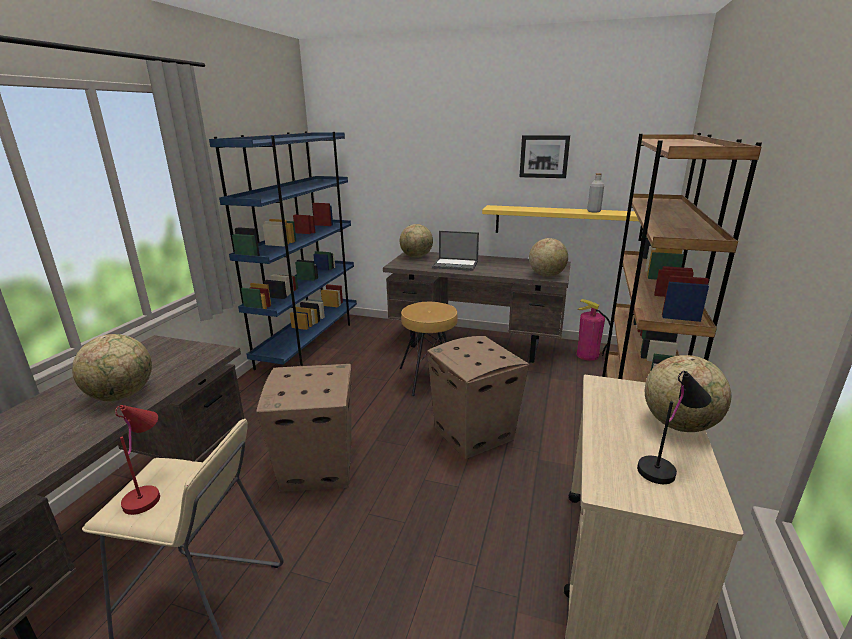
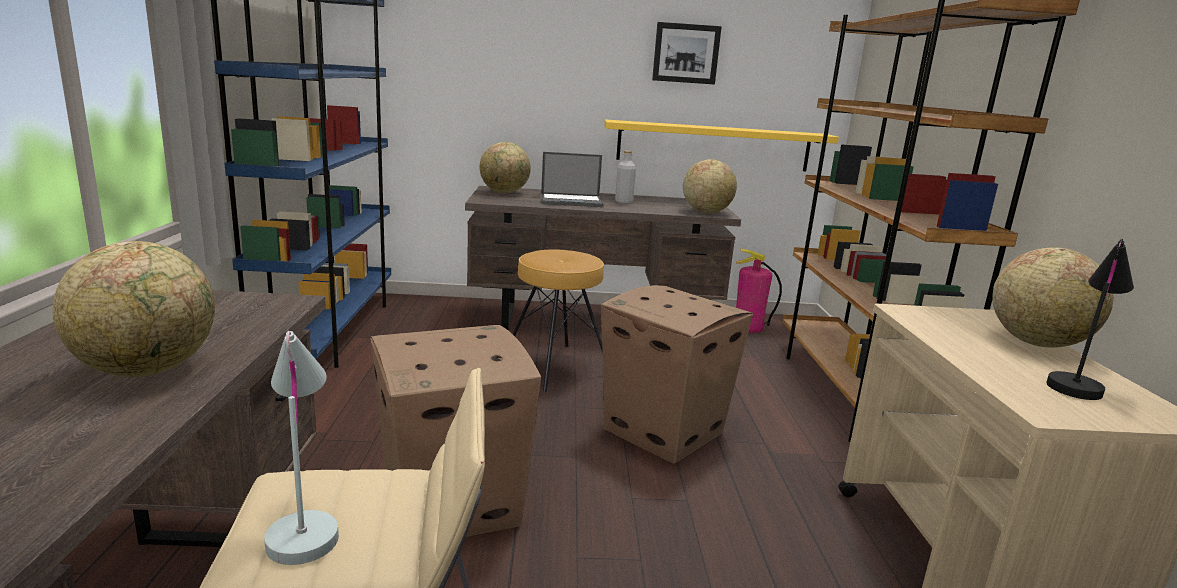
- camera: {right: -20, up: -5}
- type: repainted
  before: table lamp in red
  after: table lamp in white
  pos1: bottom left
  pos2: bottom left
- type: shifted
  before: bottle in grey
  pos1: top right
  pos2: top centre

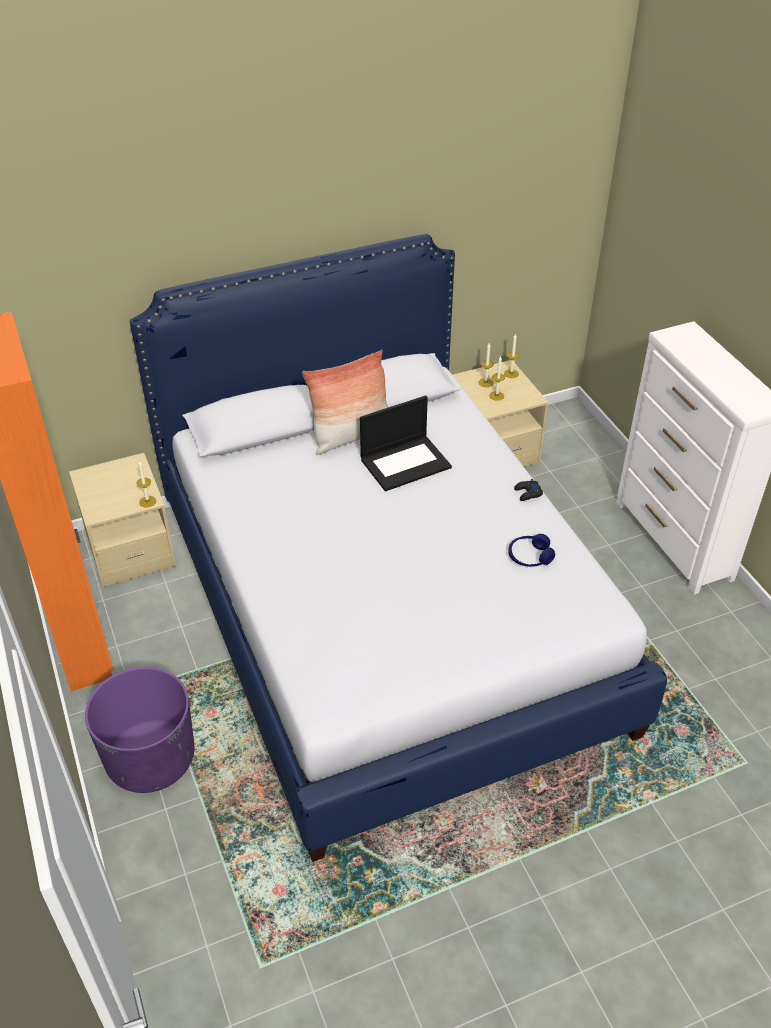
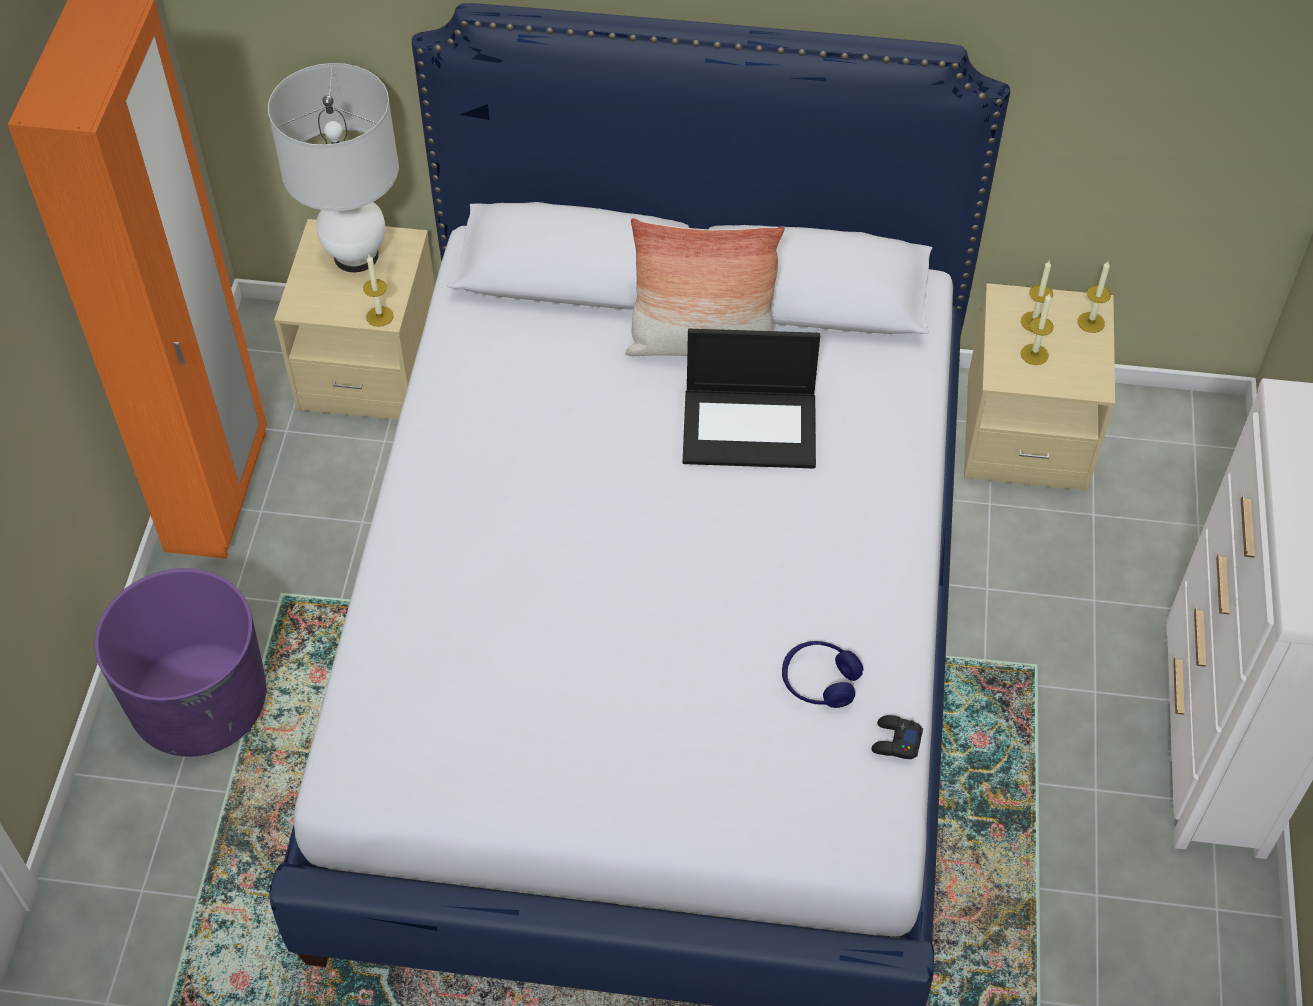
- camera: {right: 30, up: 10}
- type: new
  after: table lamp in white
  pos2: top left
- type: shifted
  before: game controller in black
  pos1: middle right
  pos2: bottom right

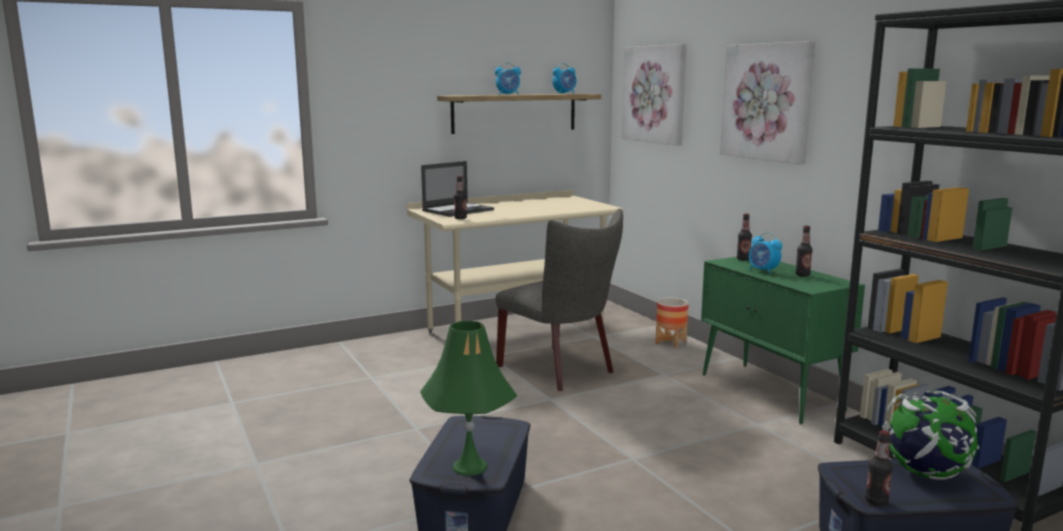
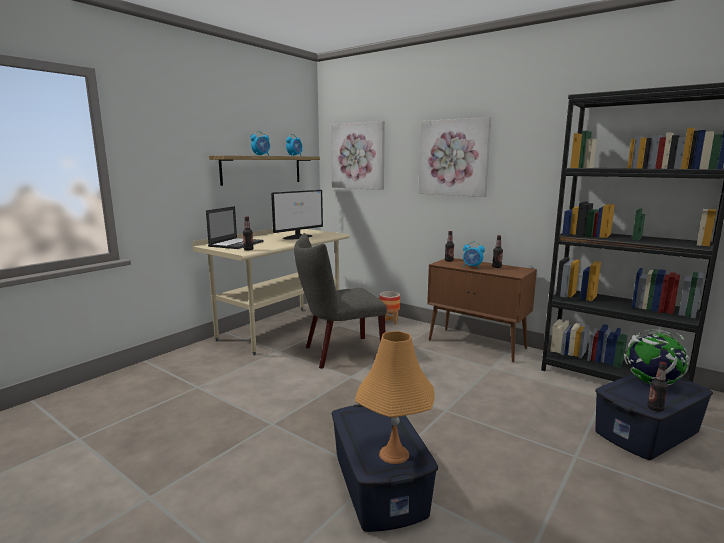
- camera: {right: -25, up: 0}
- type: new
  after: monitor
  pos2: centre
- type: rotated
  before: chair in grey
  pos1: centre
  pos2: centre
  turn: 135
- type: repainted
  before: table lamp in green
  after: table lamp in orange
  pos1: bottom centre
  pos2: bottom centre
- type: repainted
  before: cabinet in green
  after: cabinet in brown
  pos1: middle right
  pos2: centre

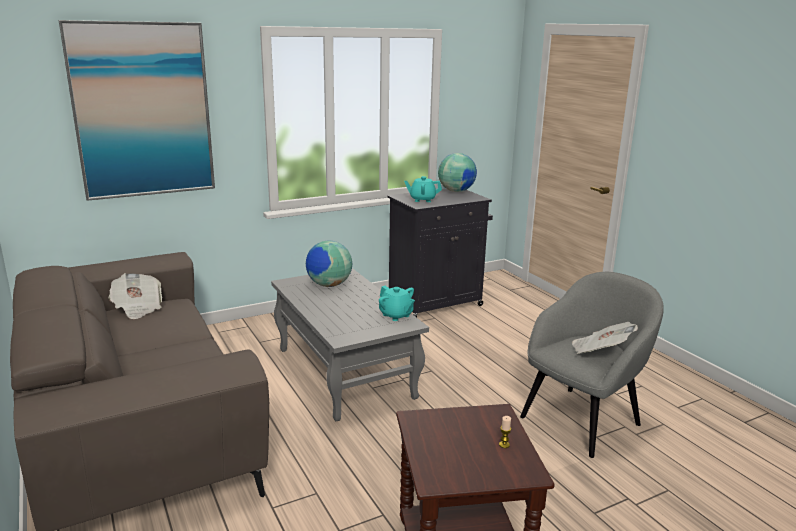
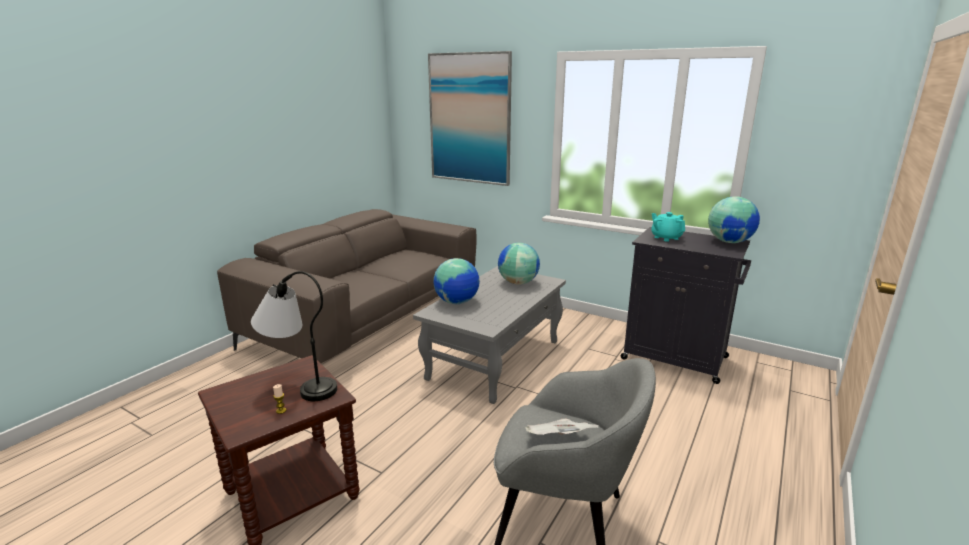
- camera: {right: 60, up: 0}
- type: new
  after: table lamp
  pos2: middle left
- type: new
  after: globe (no. 1 from left)
  pos2: centre
- type: gone
  before: newspaper (no. 1 from left)
  pos1: middle left
- type: gone
  before: teapot in turquoise (no. 1 from left)
  pos1: centre

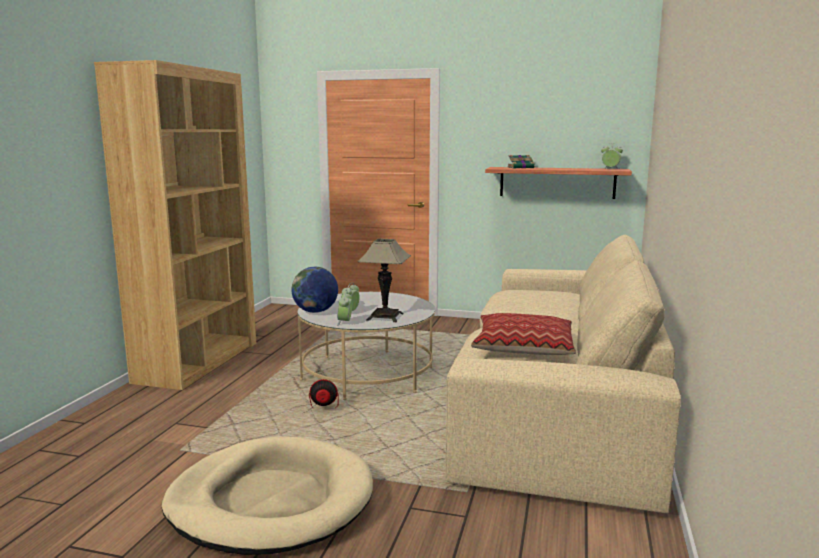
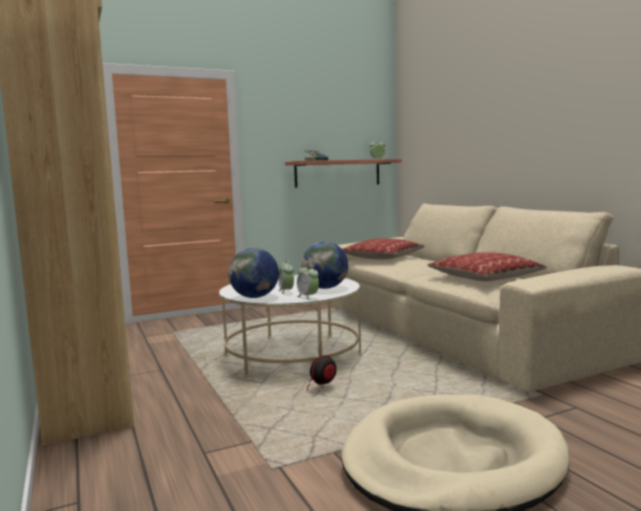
- camera: {right: -40, up: -5}
- type: swapped
  before: table lamp
  after: globe (no. 2 from left)
  pos1: centre
  pos2: centre
- type: new
  after: pillow (no. 1 from left)
  pos2: centre

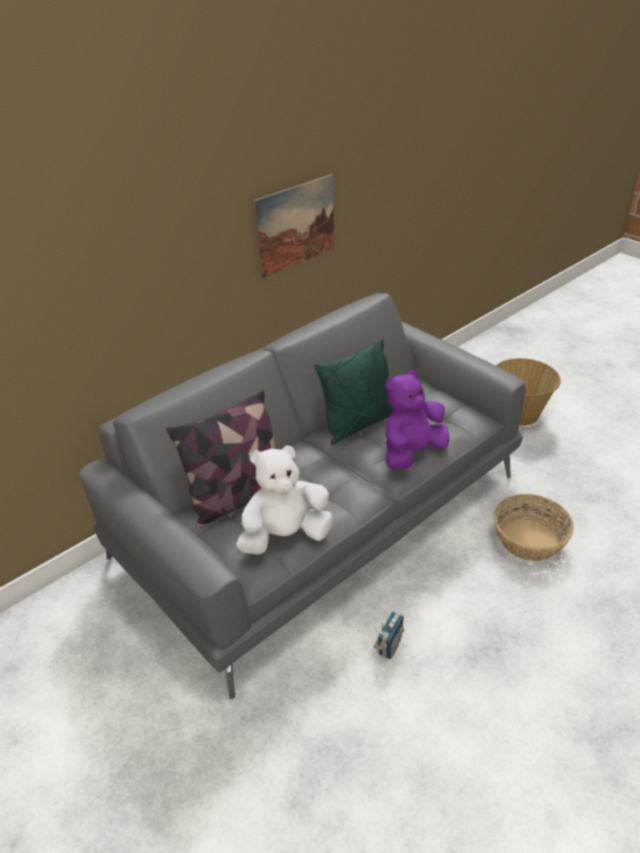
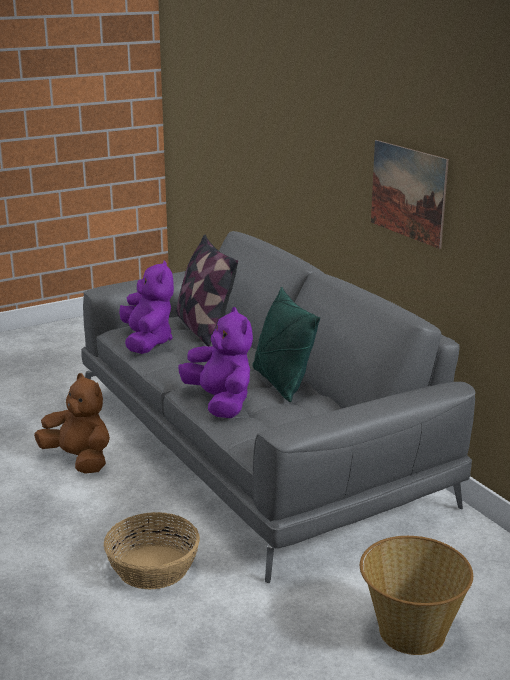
- camera: {right: 100, up: -15}
- type: swapped
  before: radio
  after: plush toy in brown
  pos1: bottom centre
  pos2: middle left
- type: repainted
  before: plush toy in white
  after: plush toy in purple (no. 1 from left)
  pos1: centre
  pos2: middle left

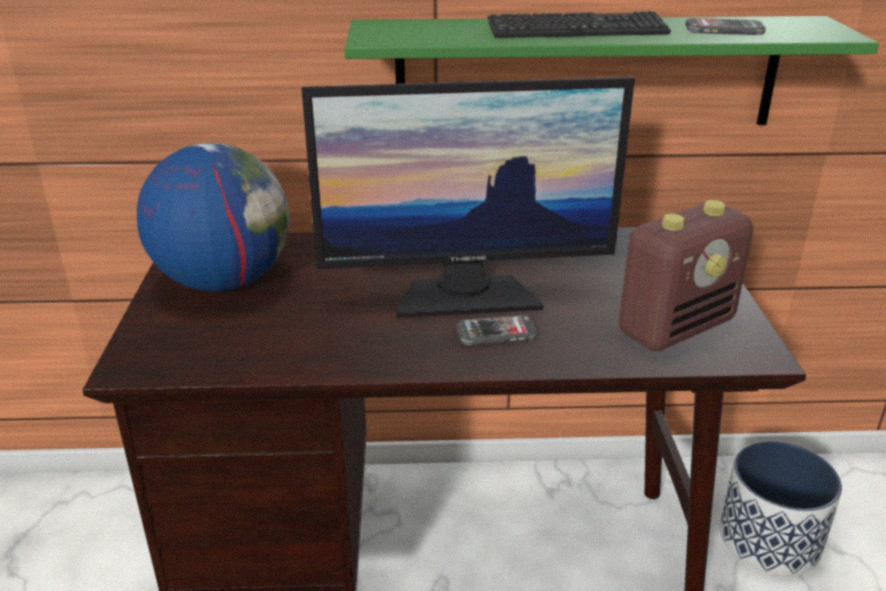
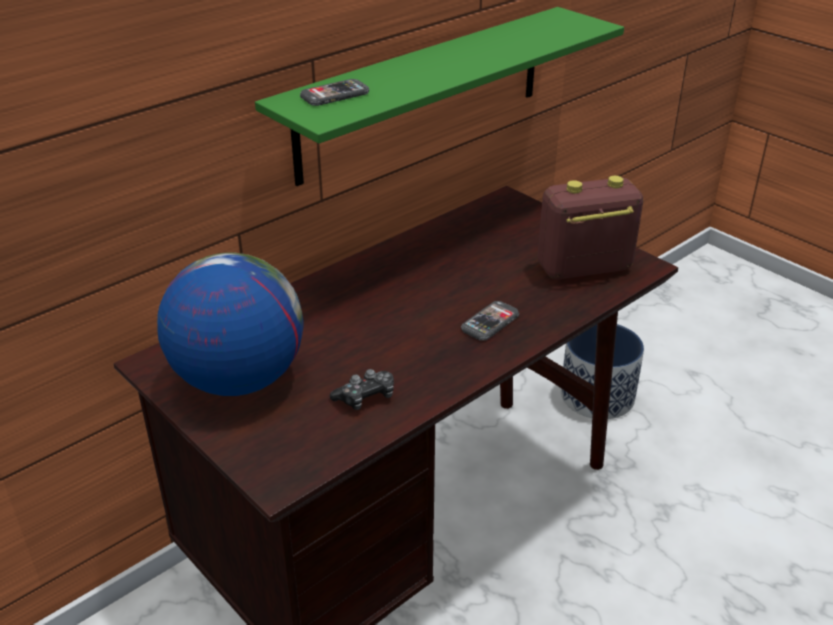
- camera: {right: -40, up: 5}
- type: shifted
  before: phone (no. 2 from left in the first image)
  after: phone (no. 1 from left)
  pos1: top right
  pos2: top centre
- type: new
  after: game controller
  pos2: centre
- type: rotated
  before: radio
  pos1: middle right
  pos2: middle right
  turn: -120
- type: gone
  before: monitor
  pos1: centre
- type: gone
  before: keyboard
  pos1: top centre

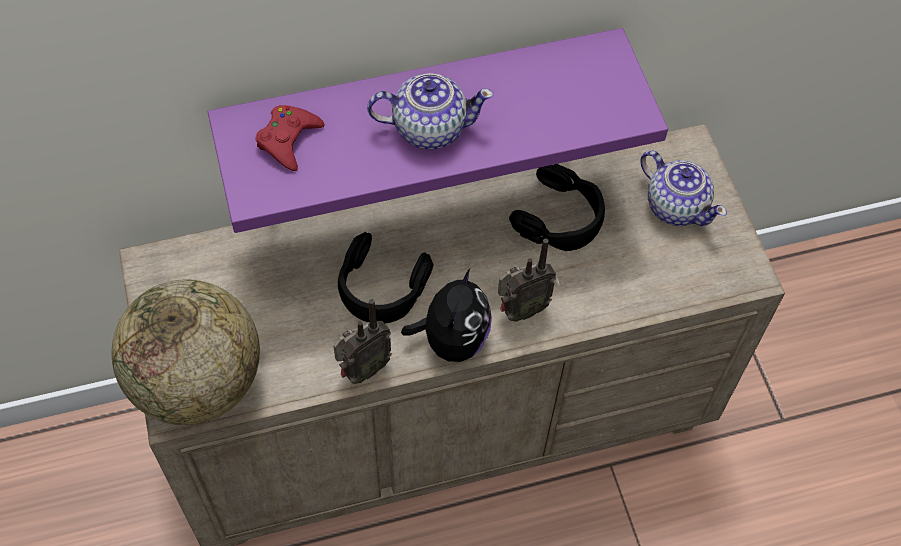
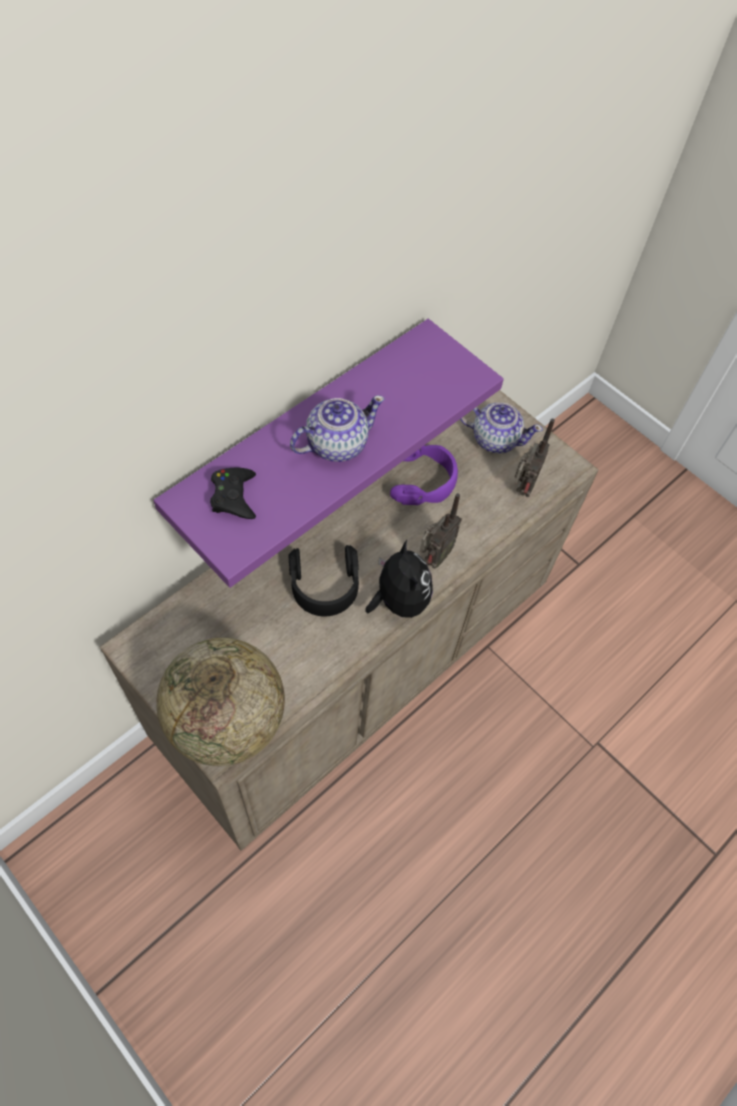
- camera: {right: -30, up: 0}
- type: repainted
  before: game controller in red
  after: game controller in black
  pos1: top left
  pos2: middle left
- type: repainted
  before: headphones in black (no. 2 from left)
  after: headphones in purple
  pos1: centre
  pos2: centre
- type: shifted
  before: radio (no. 1 from left in the first image)
  after: radio (no. 2 from left)
  pos1: centre
  pos2: middle right

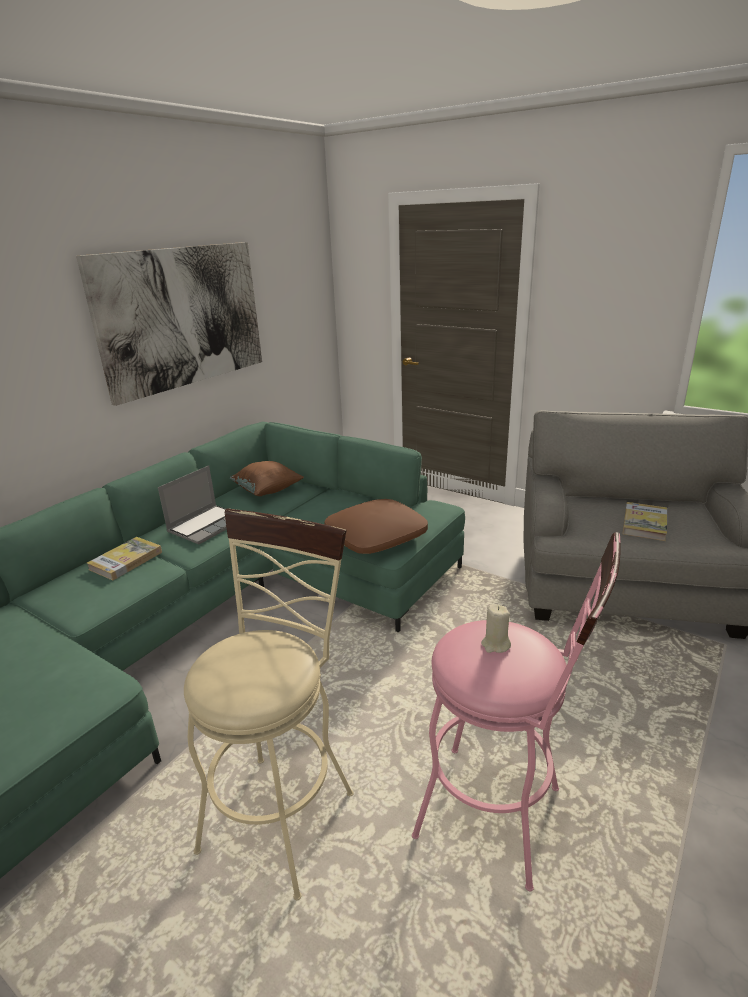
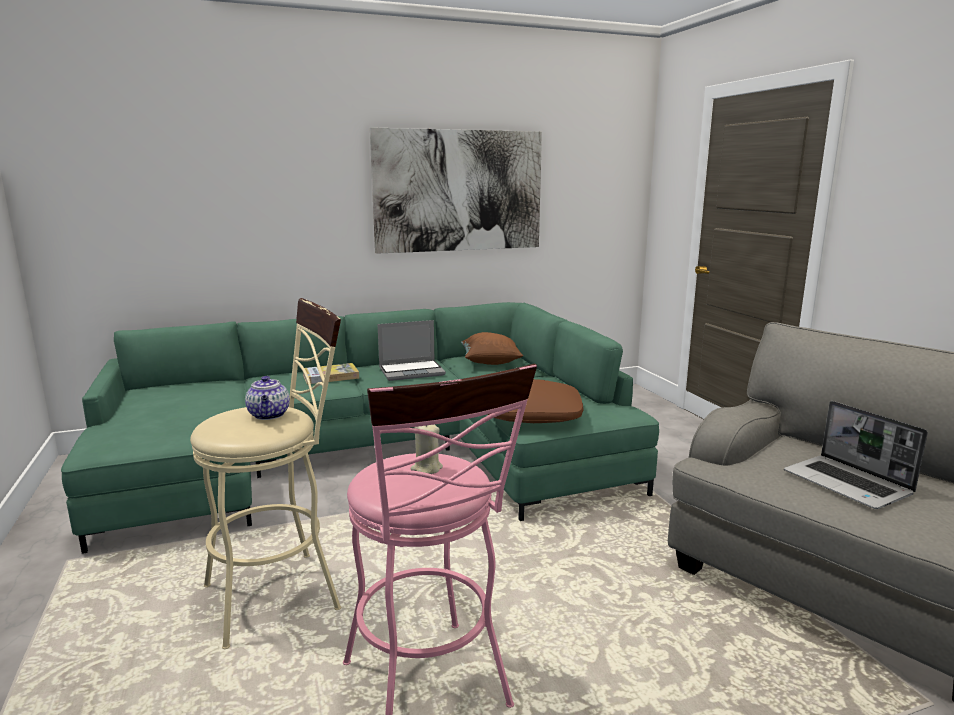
- camera: {right: 35, up: -10}
- type: new
  after: teapot
  pos2: middle left
- type: swapped
  before: book (no. 2 from left)
  after: laptop (no. 2 from left)
  pos1: middle right
  pos2: middle right

